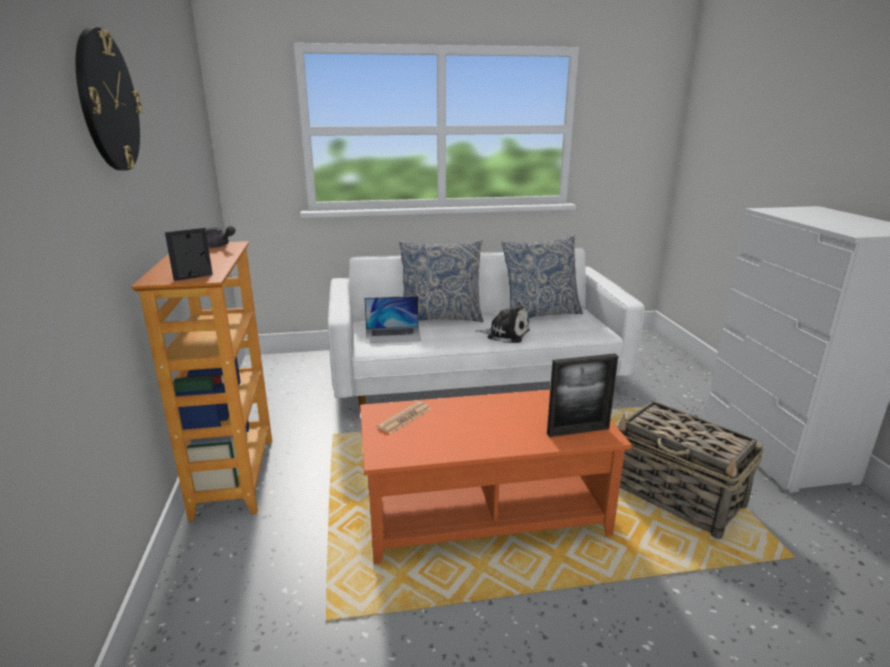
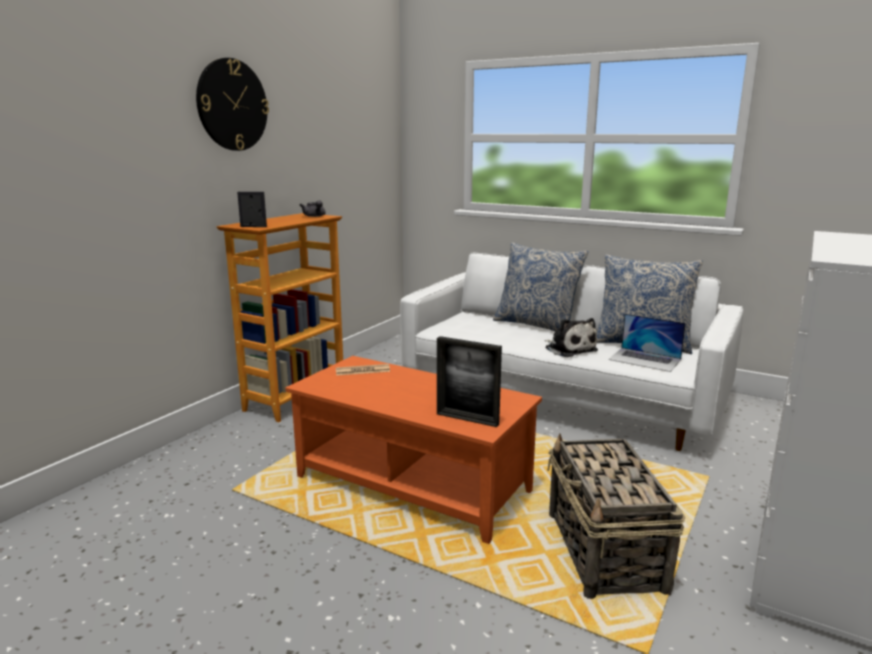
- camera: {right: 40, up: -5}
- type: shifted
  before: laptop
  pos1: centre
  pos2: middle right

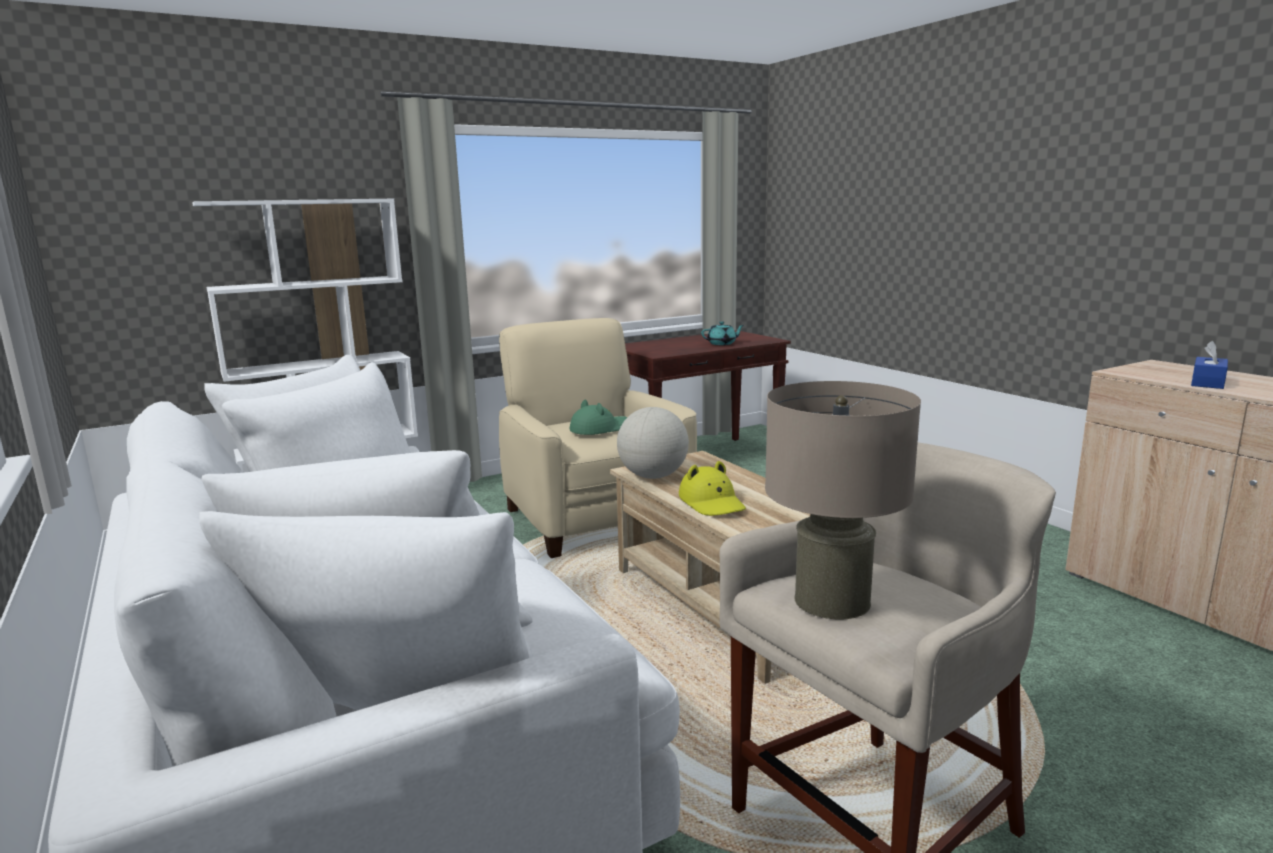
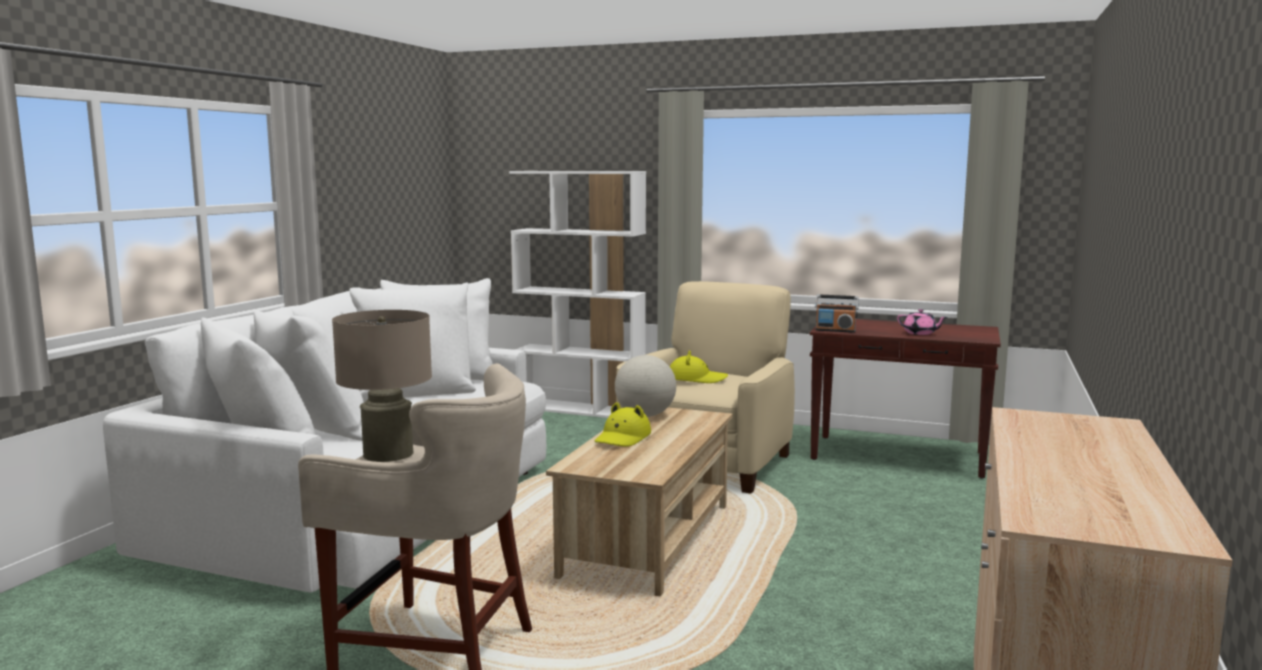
- camera: {right: 50, up: -5}
- type: repainted
  before: hat in green
  after: hat in yellow (no. 2 from left)
  pos1: centre
  pos2: centre
- type: new
  after: radio
  pos2: centre
- type: repainted
  before: teapot in turquoise
  after: teapot in pink
  pos1: centre
  pos2: middle right
- type: gone
  before: tissue box in blue
  pos1: middle right

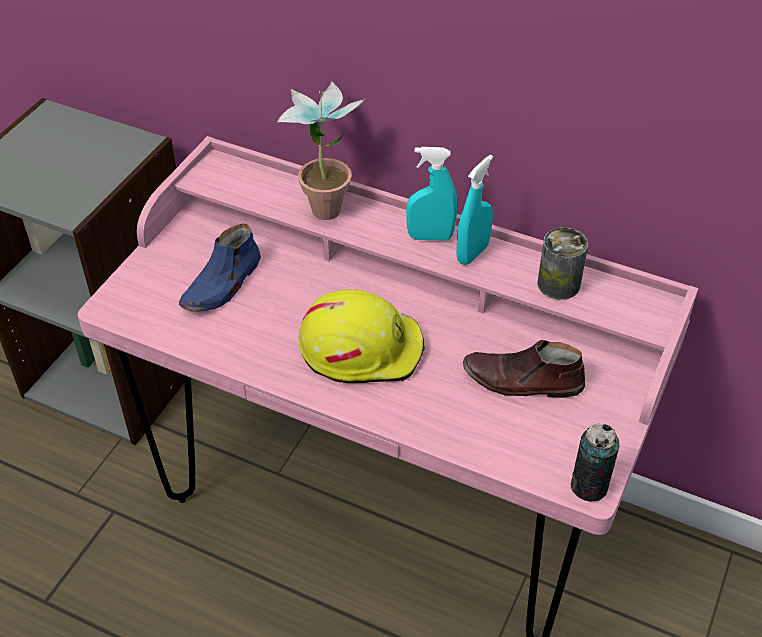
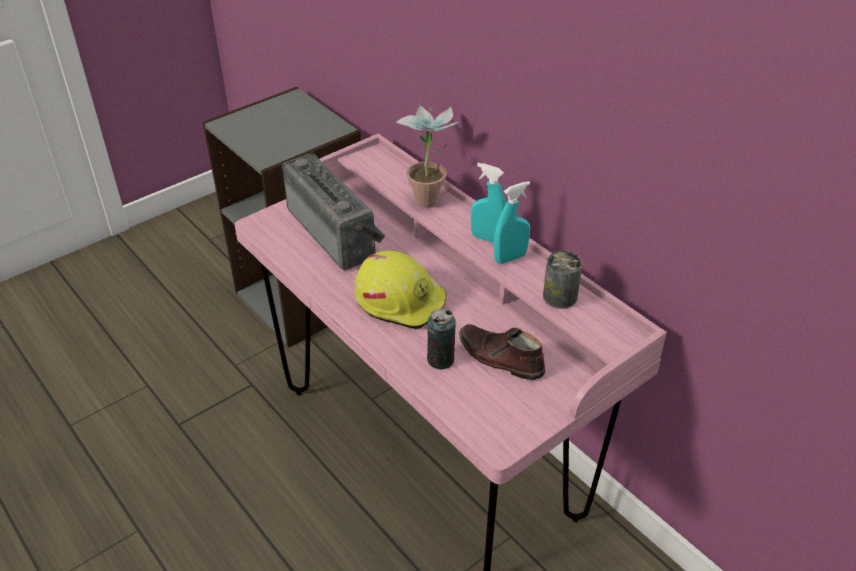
- camera: {right: 25, up: -5}
- type: swapped
  before: shoe in blue
  after: radio
  pos1: middle left
  pos2: centre
- type: shifted
  before: can (no. 2 from left in the first image)
  after: can (no. 1 from left)
  pos1: bottom right
  pos2: centre

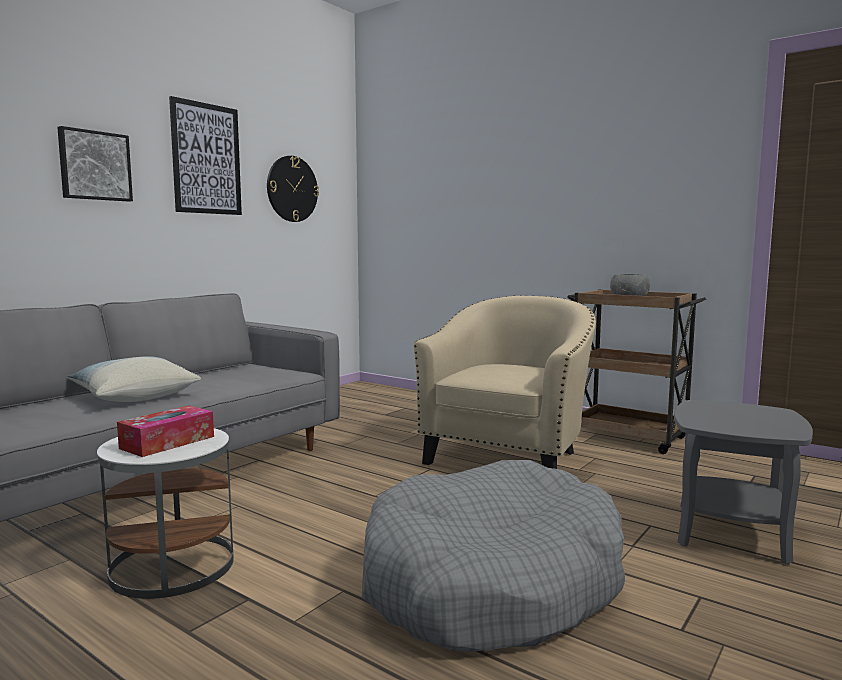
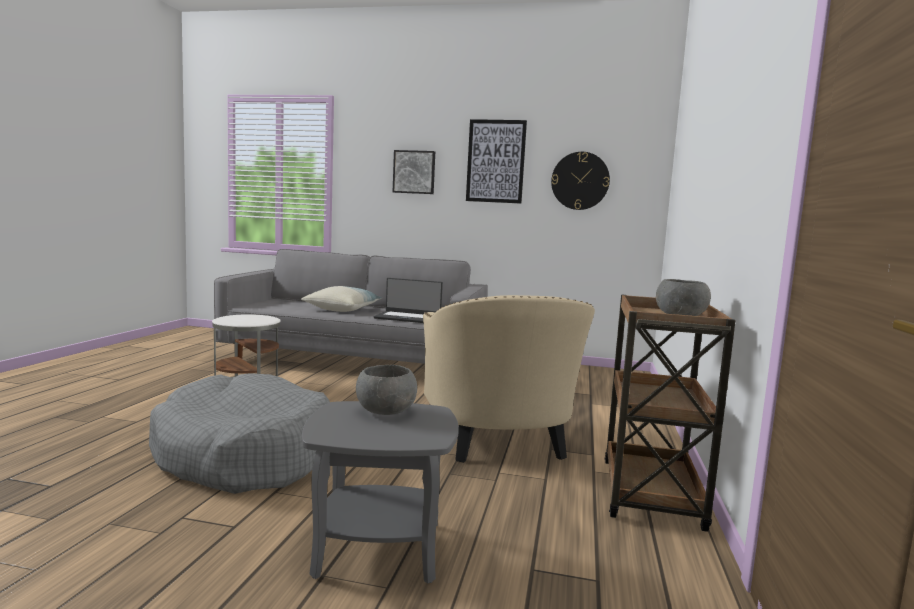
- camera: {right: 65, up: 0}
- type: new
  after: bowl in grey (no. 1 from left)
  pos2: centre
- type: new
  after: laptop
  pos2: centre
- type: rotated
  before: armchair in beige
  pos1: centre
  pos2: centre
  turn: 75
- type: gone
  before: tissue box
  pos1: middle left

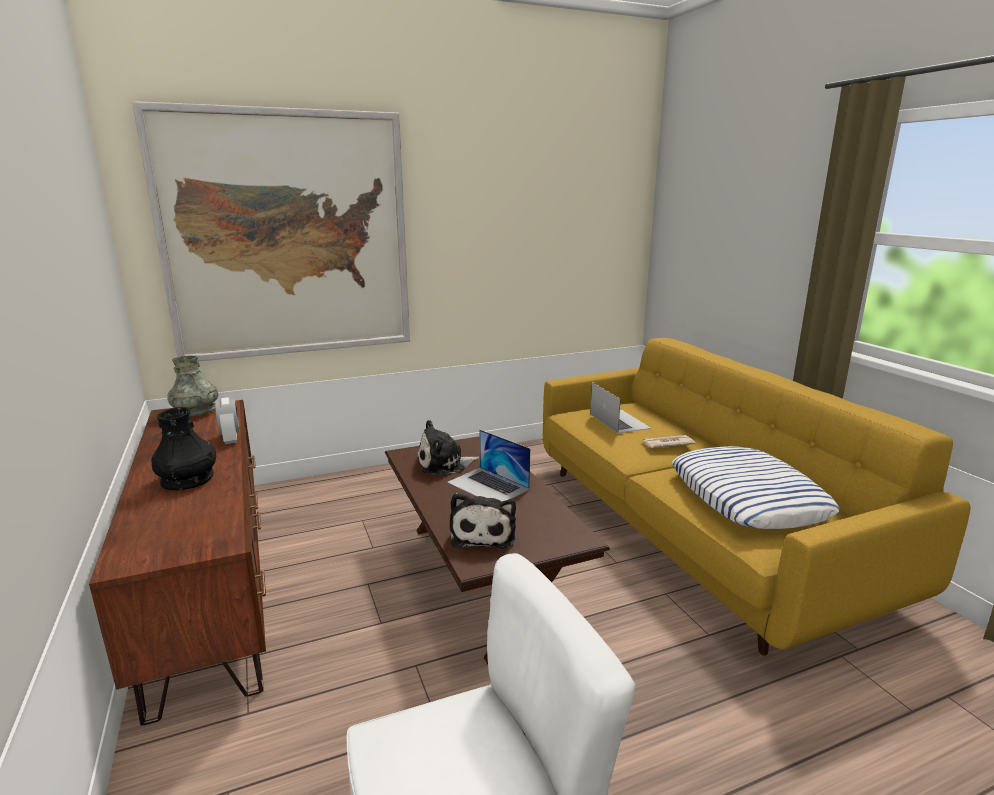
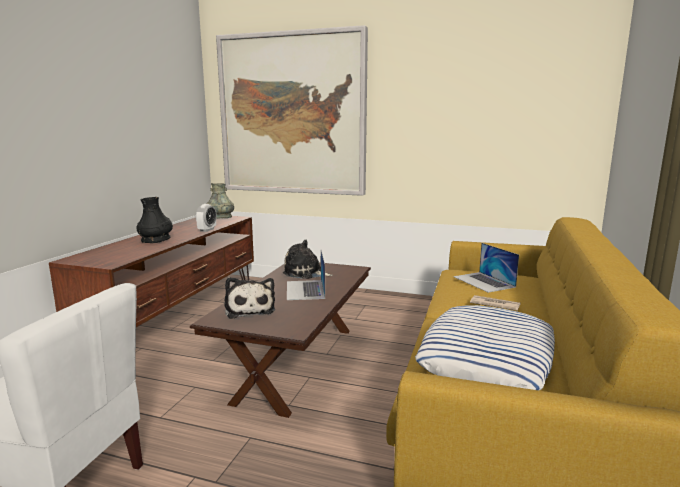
- camera: {right: 40, up: -5}
- type: rotated
  before: plush toy (no. 2 from left in the first image)
  pos1: centre
  pos2: centre
  turn: -60
- type: rotated
  before: laptop (no. 2 from left)
  pos1: centre
  pos2: middle right
  turn: 135

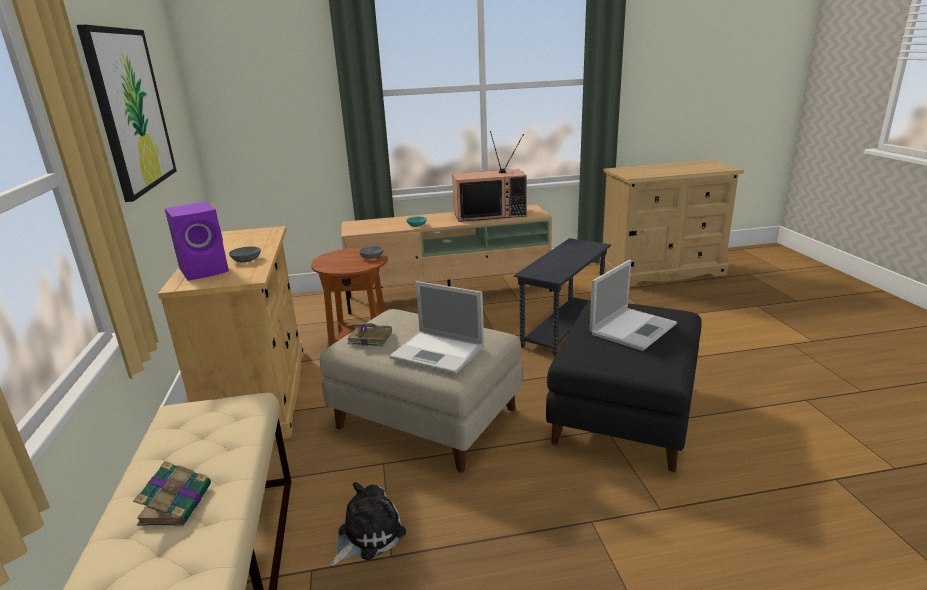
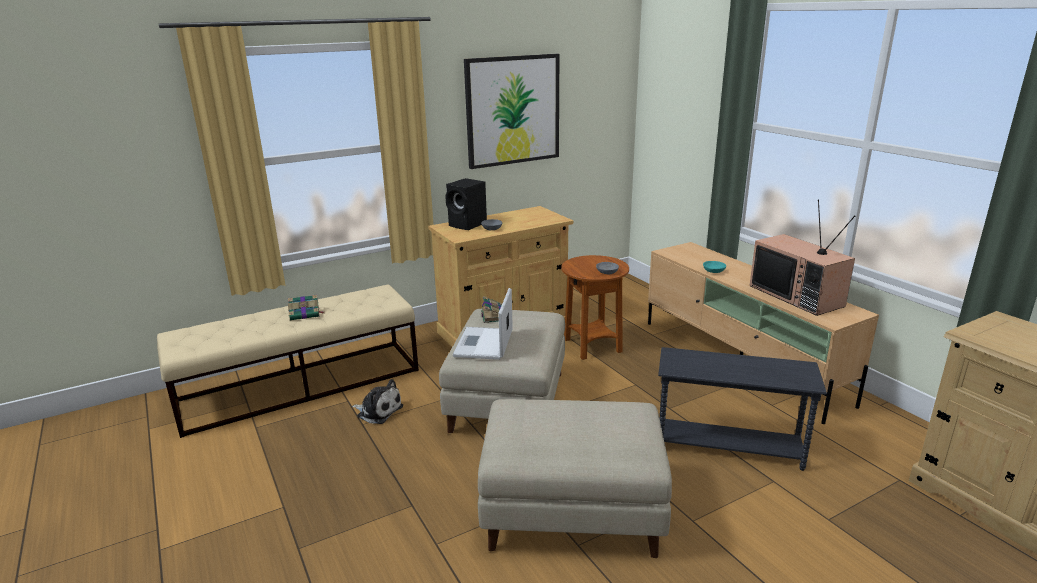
- camera: {right: 70, up: 0}
- type: repainted
  before: speaker in purple
  after: speaker in black
  pos1: middle left
  pos2: centre
- type: repainted
  before: ottoman in black
  after: ottoman in beige (no. 2 from left)
  pos1: middle right
  pos2: bottom centre
- type: gone
  before: laptop (no. 2 from left)
  pos1: middle right

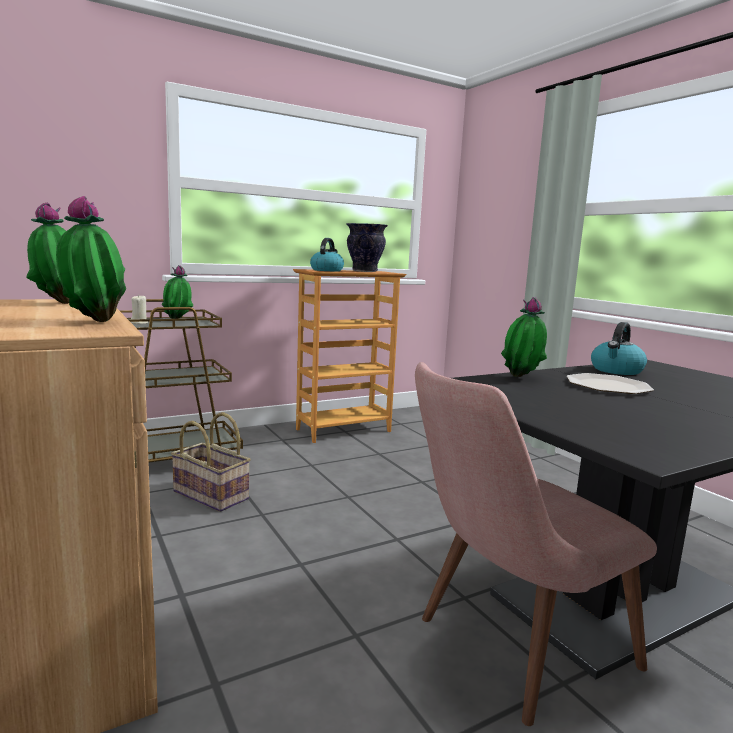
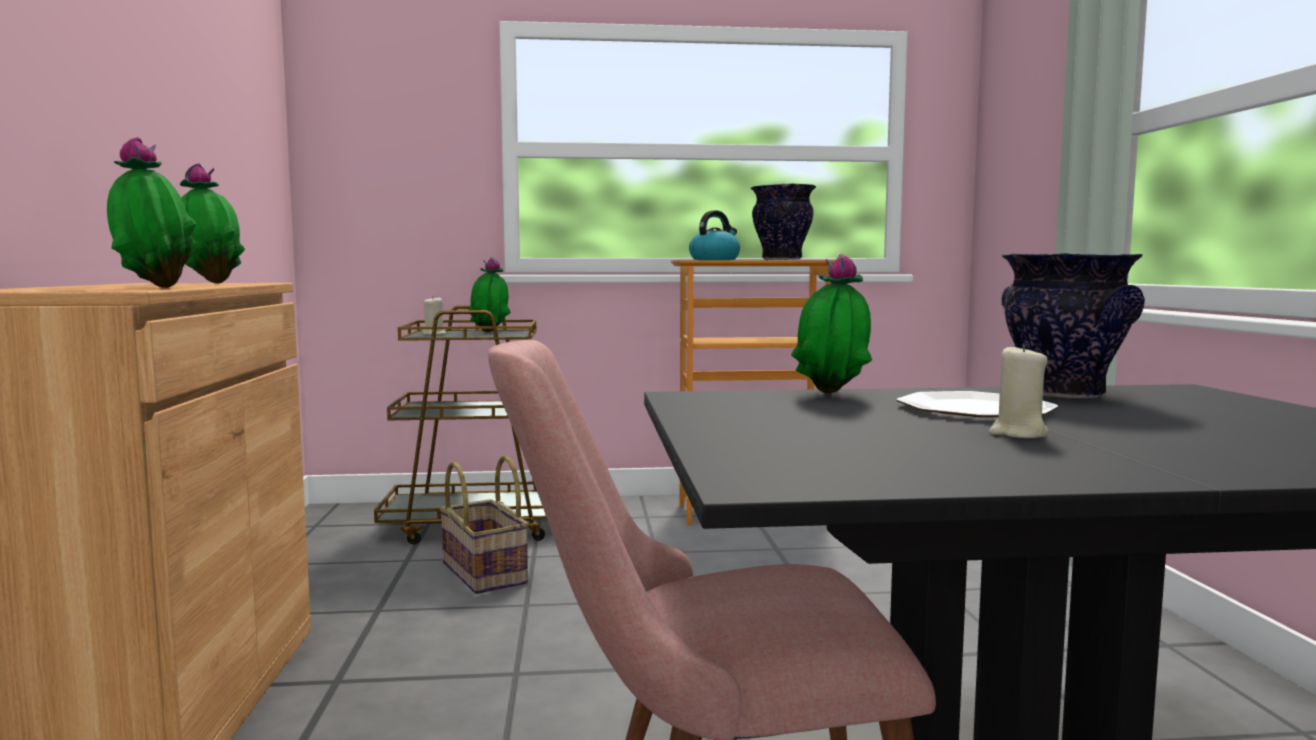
- camera: {right: 25, up: -5}
- type: new
  after: candle in beige (no. 2 from left)
  pos2: middle right
- type: swapped
  before: kettle (no. 2 from left)
  after: vase (no. 2 from left)
  pos1: middle right
  pos2: middle right

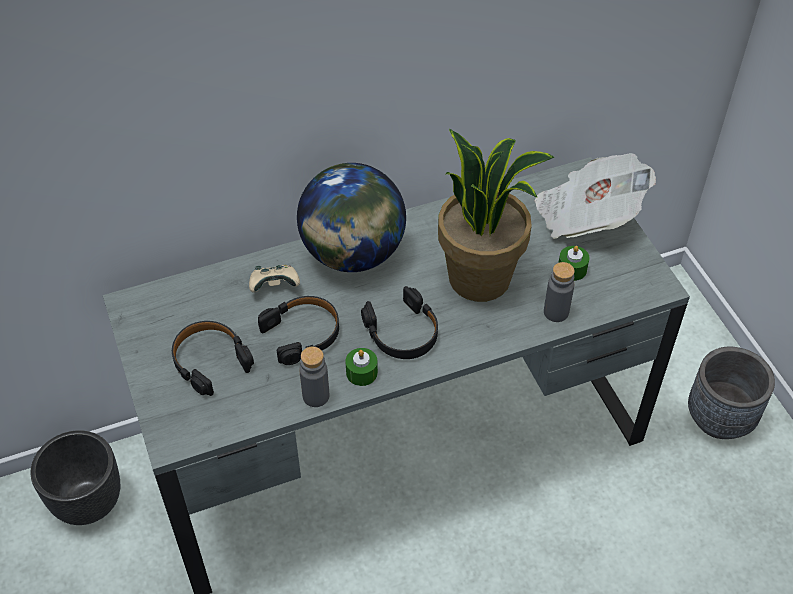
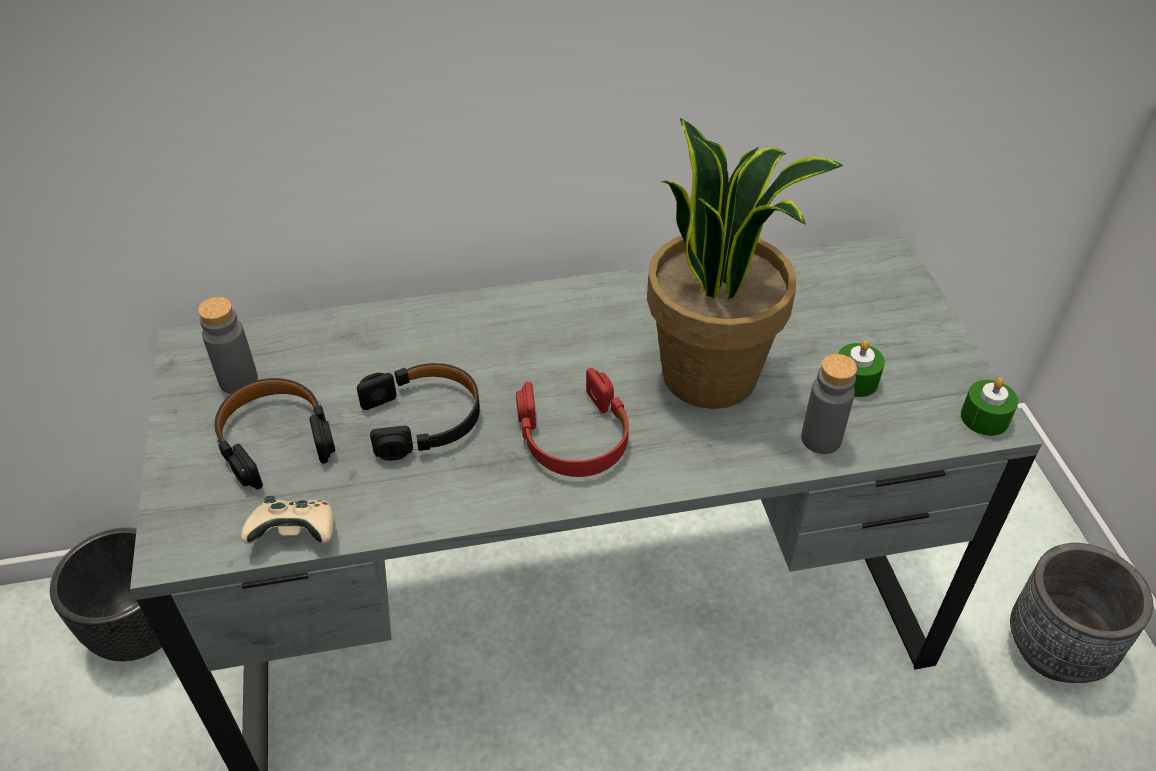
- camera: {right: 10, up: -5}
- type: shifted
  before: bottle in grey (no. 1 from left)
  pos1: centre
  pos2: middle left
- type: shifted
  before: game controller in beige
  pos1: centre
  pos2: bottom left
- type: repainted
  before: headphones in black (no. 3 from left)
  after: headphones in red
  pos1: centre
  pos2: centre
- type: shifted
  before: candle in green (no. 1 from left in the first image)
  after: candle in green (no. 2 from left)
  pos1: centre
  pos2: middle right
- type: gone
  before: globe
  pos1: centre
- type: gone
  before: newspaper
  pos1: top right

